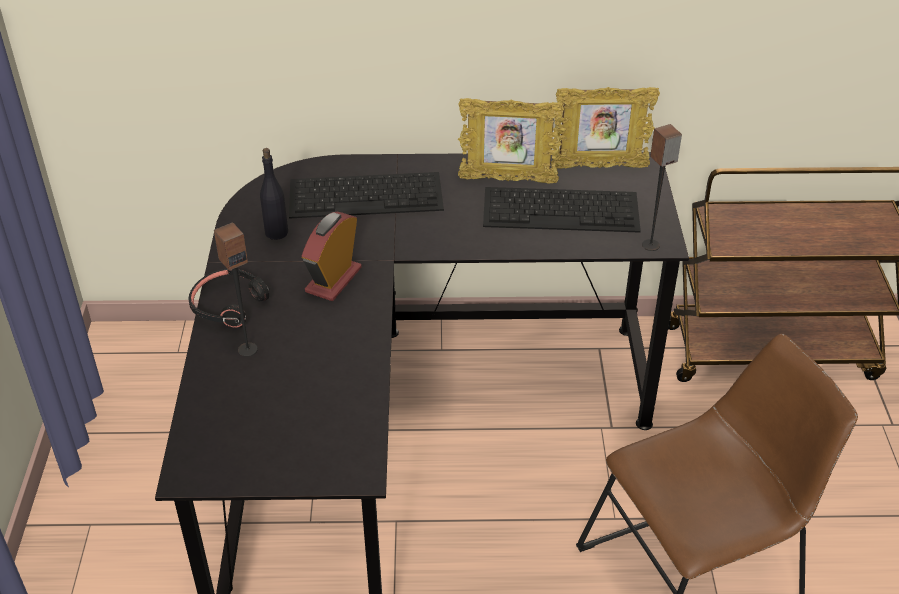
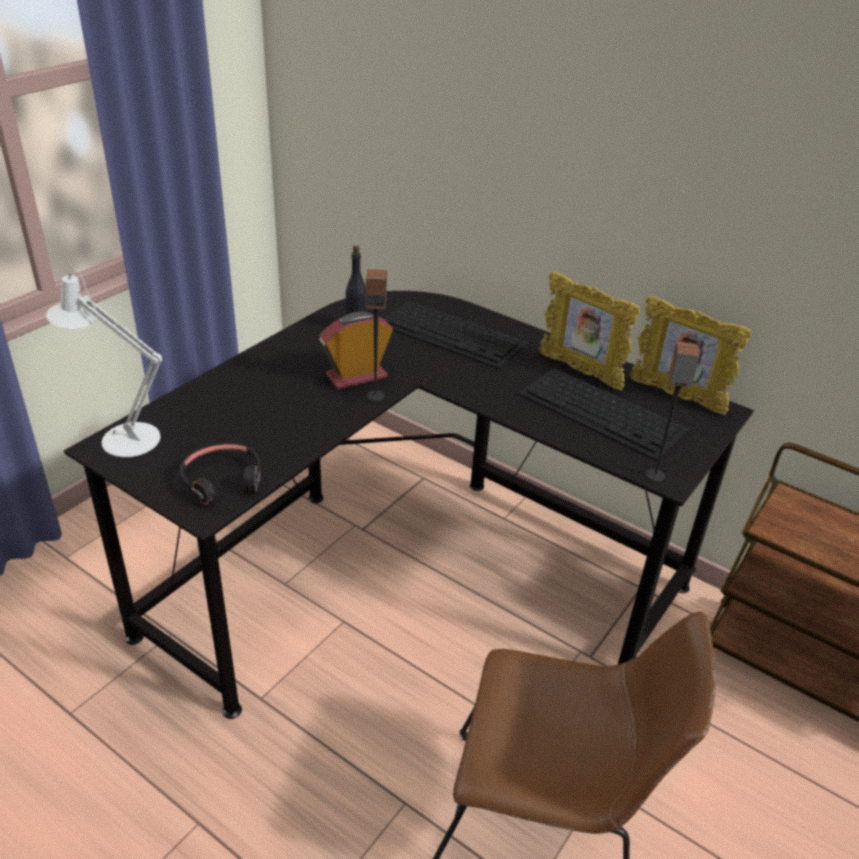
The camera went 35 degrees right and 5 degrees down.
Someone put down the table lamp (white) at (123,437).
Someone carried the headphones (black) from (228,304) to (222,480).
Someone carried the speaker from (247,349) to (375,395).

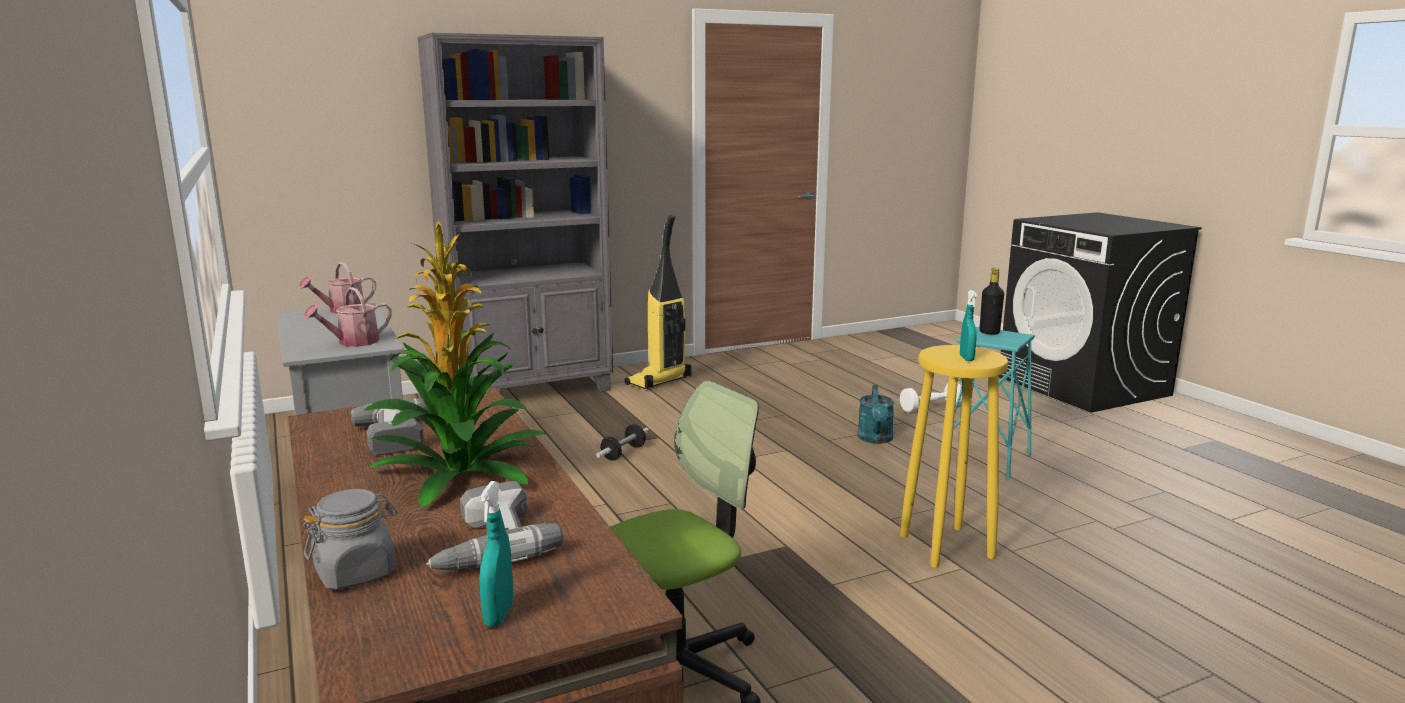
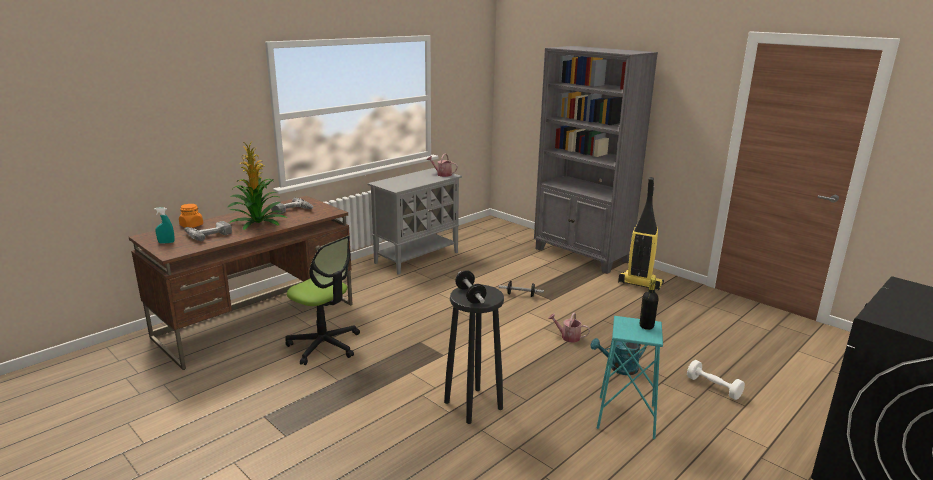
The camera went 70 degrees right and 5 degrees up.
Someone repainted the jar (grey) at (356,572), which became the jar (orange) at (191,225).
Someone repainted the stool (yellow) at (946,545), which became the stool (black) at (474,405).
Someone swapped the spray bottle (turquoise) at (966,358) for the dumbbell at (470,295).
Someone carried the watering can from (353,342) to (568,337).

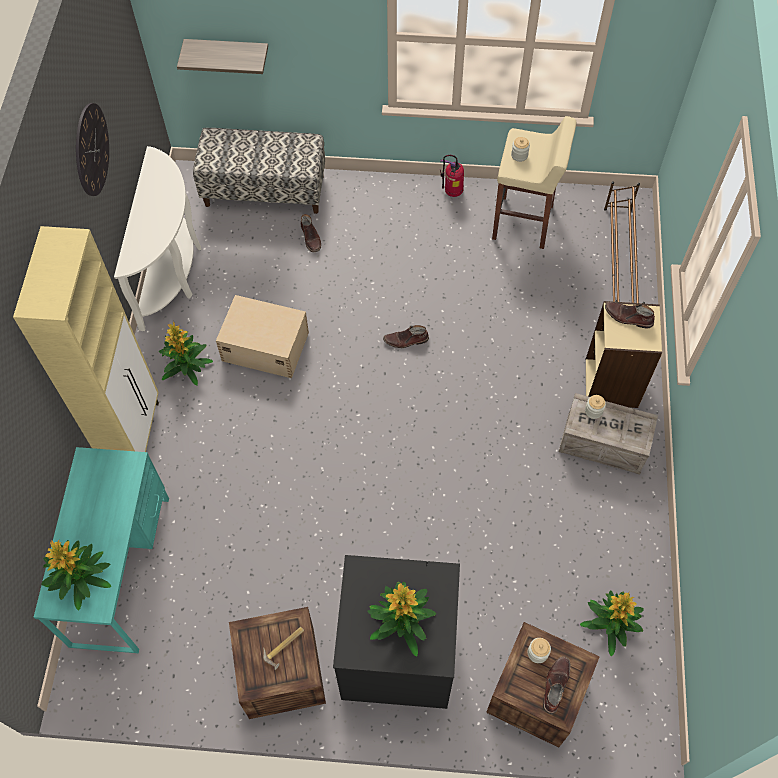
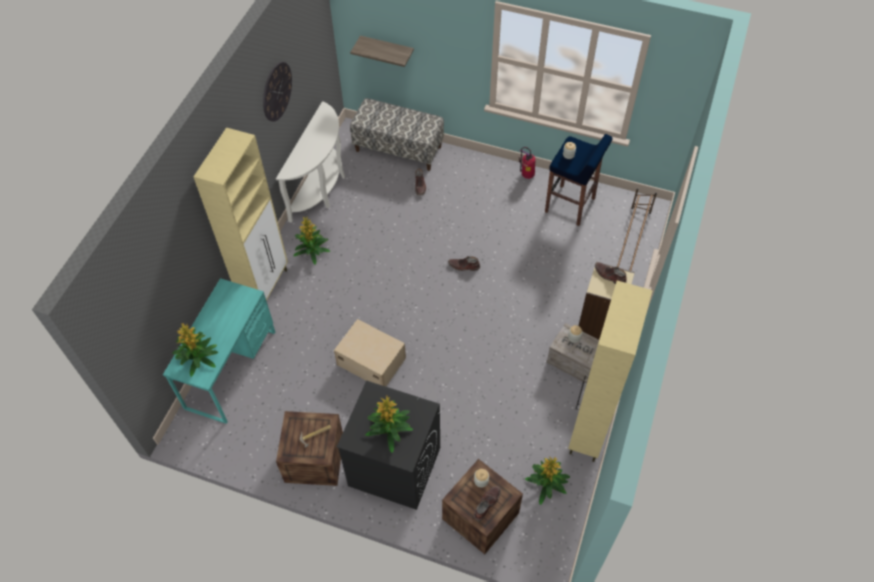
The camera went 15 degrees right and 5 degrees down.
Someone carried the storage box (beige) from (264,346) to (371,360).
Someone repainted the stool (beige) at (524,223), which became the stool (blue) at (570,206).
Someone put down the cabinet (beige) at (588,432).

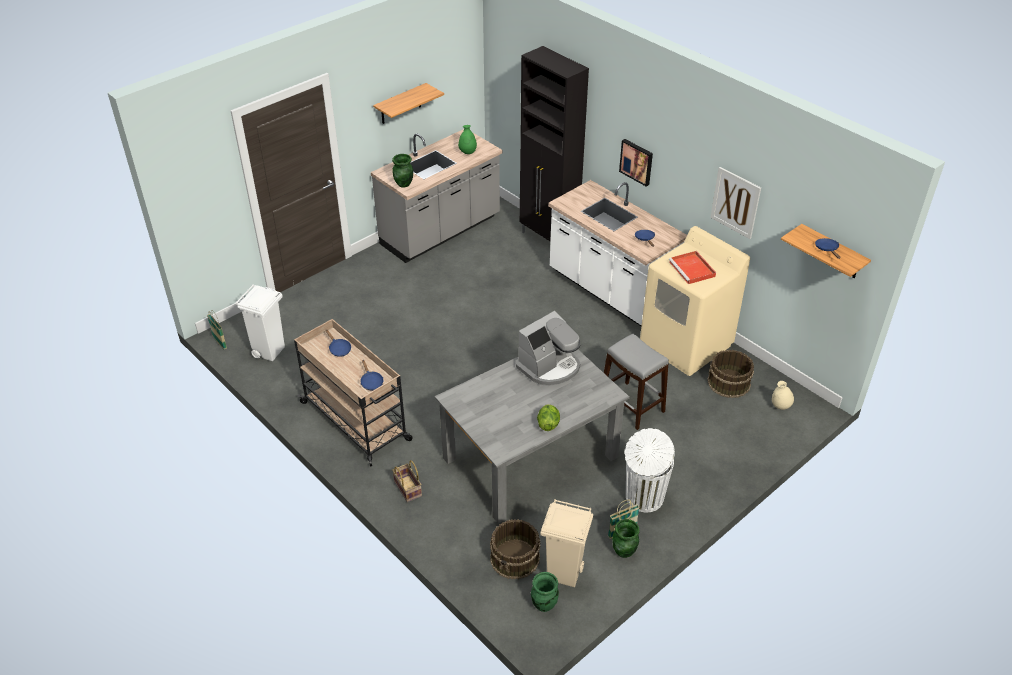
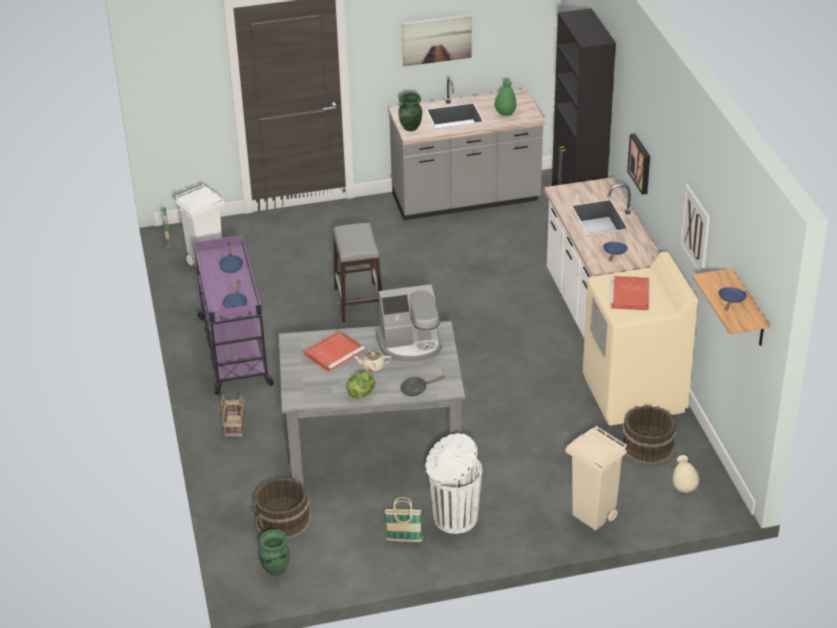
The camera went 30 degrees right and 5 degrees down.
Someone repainted the cart (beige) at (356,422), which became the cart (purple) at (235,352).
Someone put down the tray (red) at (334,352).
Someone carried the stool (grey) from (632,405) to (359,302).
Someone put down the teapot (beige) at (373,367).
Someone put down the frying pan (black) at (416,389).
Someone swapped the shelf at (400,104) for the picture at (436,40).
Someone carried the trash can (beige) from (564,573) to (593,516).
Someone took away the vase (green) at (624,551).

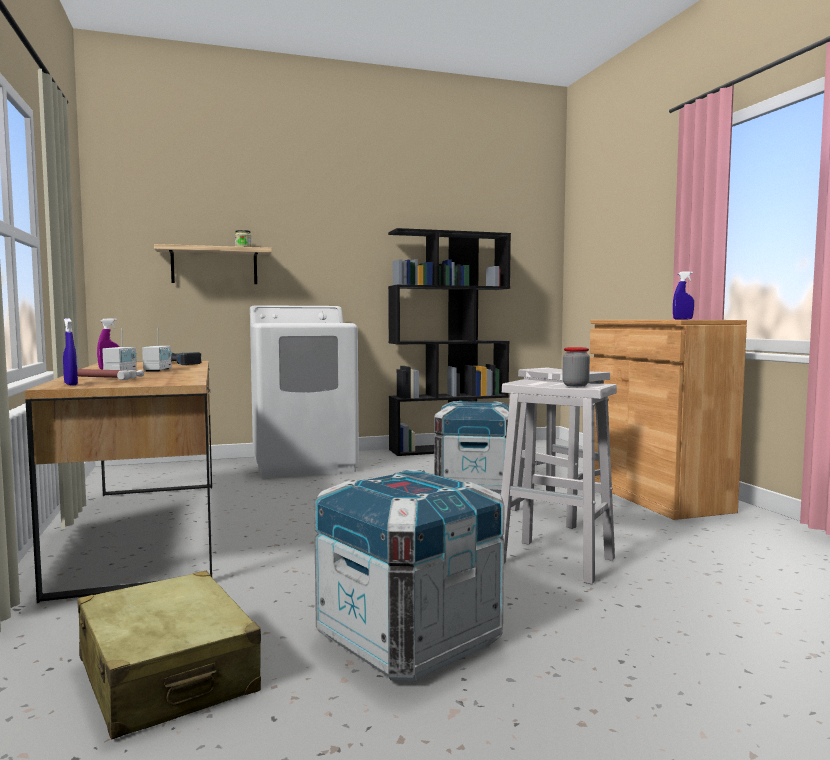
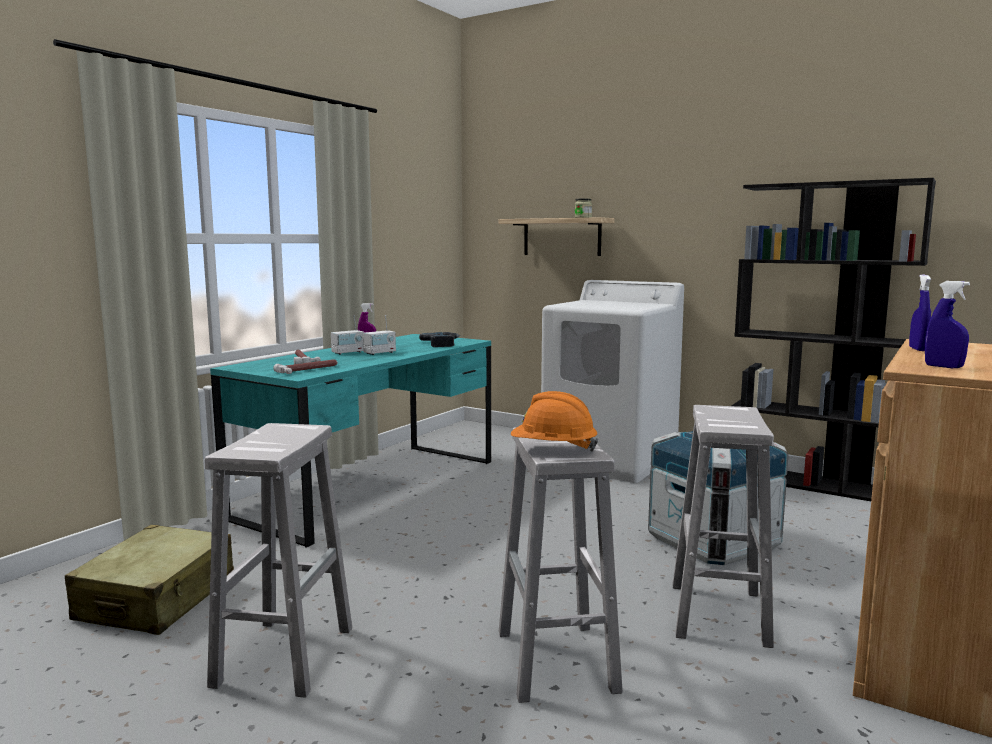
The camera went 50 degrees right and 5 degrees up.
Someone swapped the crate at (409,639) for the stool (white) at (285,654).
Someone repainted the desk (brown) at (147,529), which became the desk (turquoise) at (372,488).
Someone put down the hammer at (309,370).
Someone swapped the jar at (575,385) for the hard hat (orange) at (553,449).
Someone carried the spray bottle (blue) from (71,384) to (917,349).

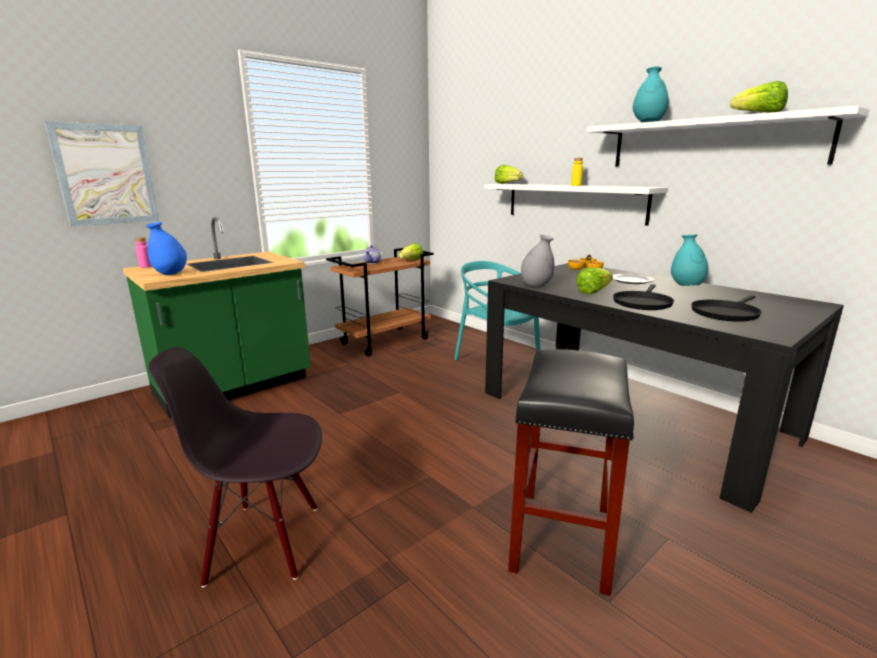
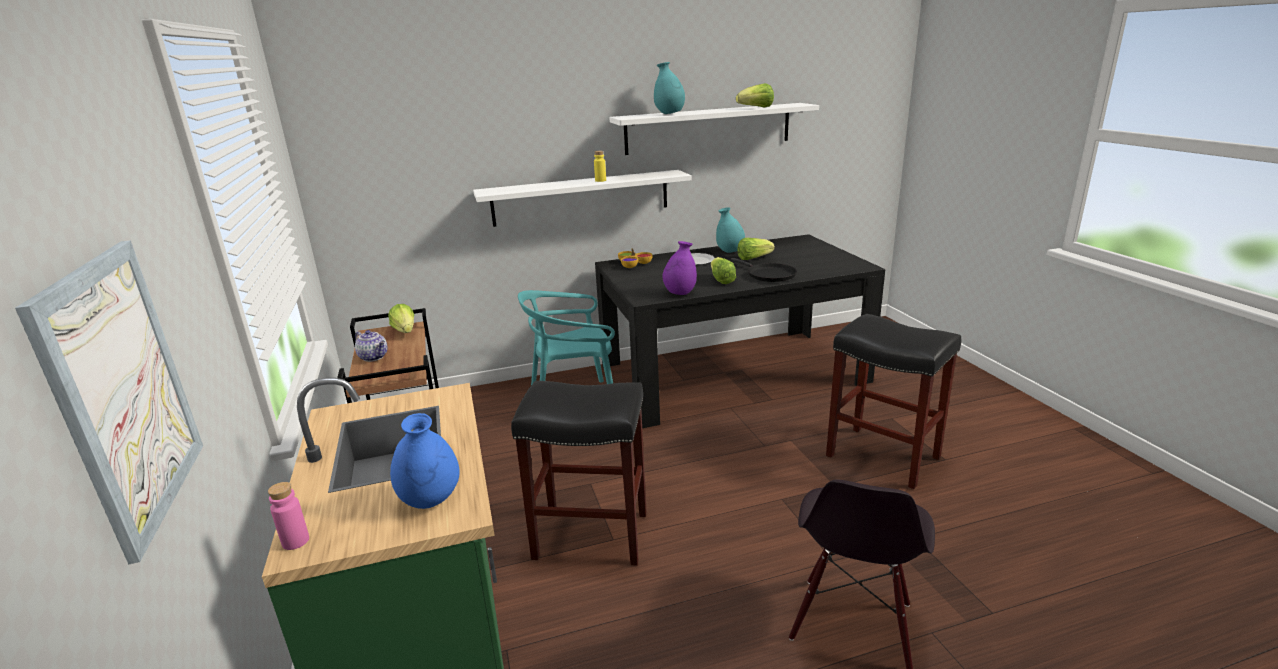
The camera went 65 degrees left and 5 degrees up.
Someone put down the stool (black) at (589,535).
Someone repainted the vase (grey) at (536,286), which became the vase (purple) at (680,293).
Someone carried the lettuce from (507,184) to (753,258).
Someone took away the frying pan (black) at (725,313).

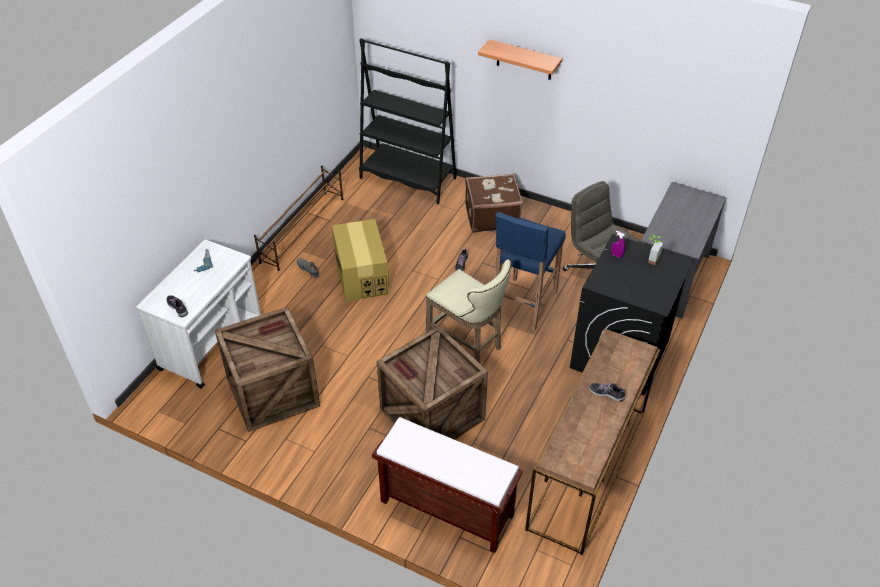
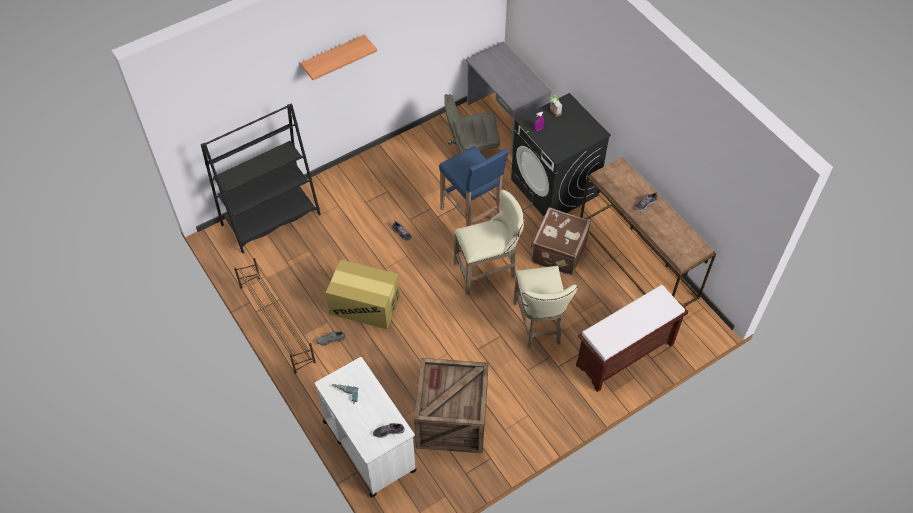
The camera went 60 degrees left and 10 degrees up.
Someone swapped the crate at (430,414) for the stool (beige) at (538,326).
Someone carried the suitcase (brown) from (491,216) to (557,251).

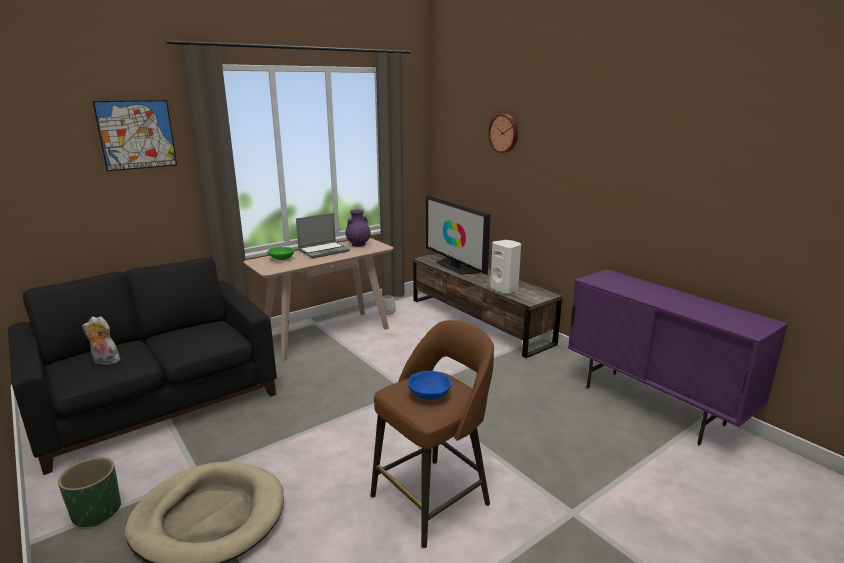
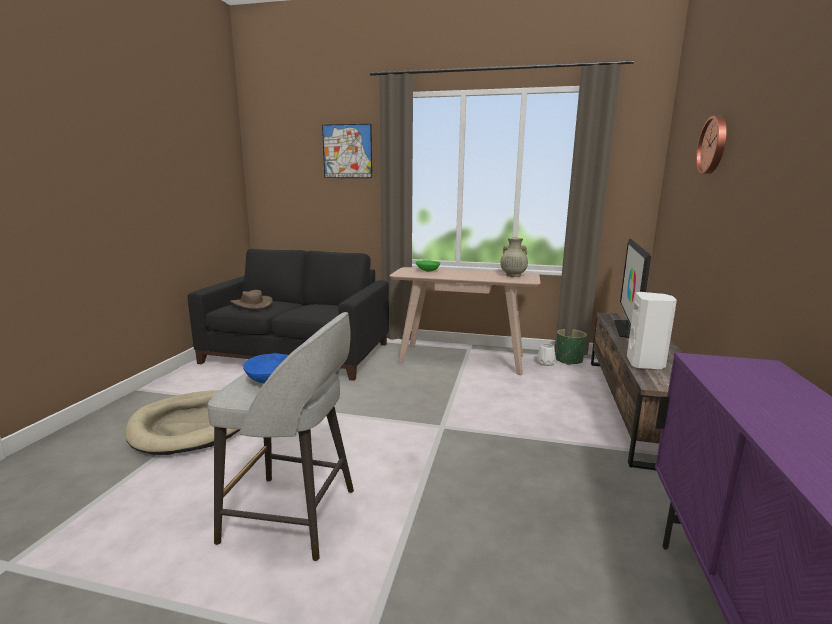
The camera went 50 degrees right and 5 degrees down.
Someone repainted the stool (brown) at (433,498), which became the stool (grey) at (294,516).
Someone swapped the plush toy at (104,362) for the hat (brown) at (251,304).
Someone repainted the vase (purple) at (358,244), which became the vase (beige) at (512,275).
Someone carried the planter (green) from (97,511) to (569,360).
Someone took away the laptop at (324,251).

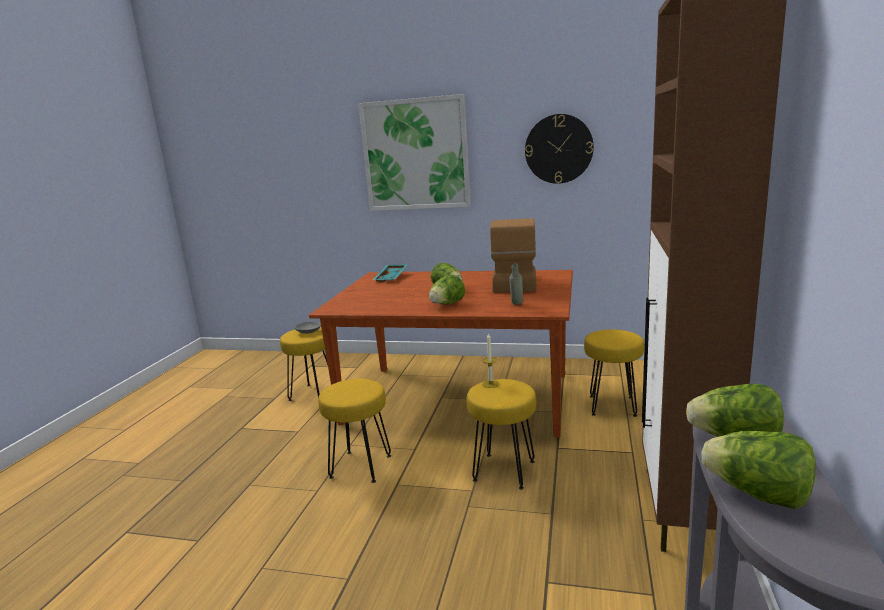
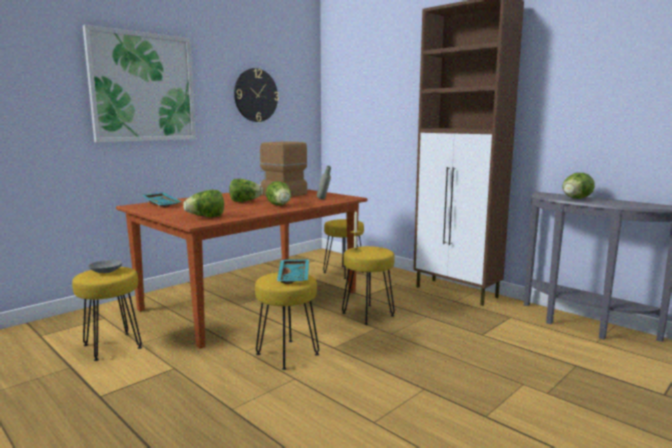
The camera went 60 degrees left and 5 degrees down.
Someone carried the lettuce from (758,494) to (206,217).
Someone put down the tray (turquoise) at (294,277).

